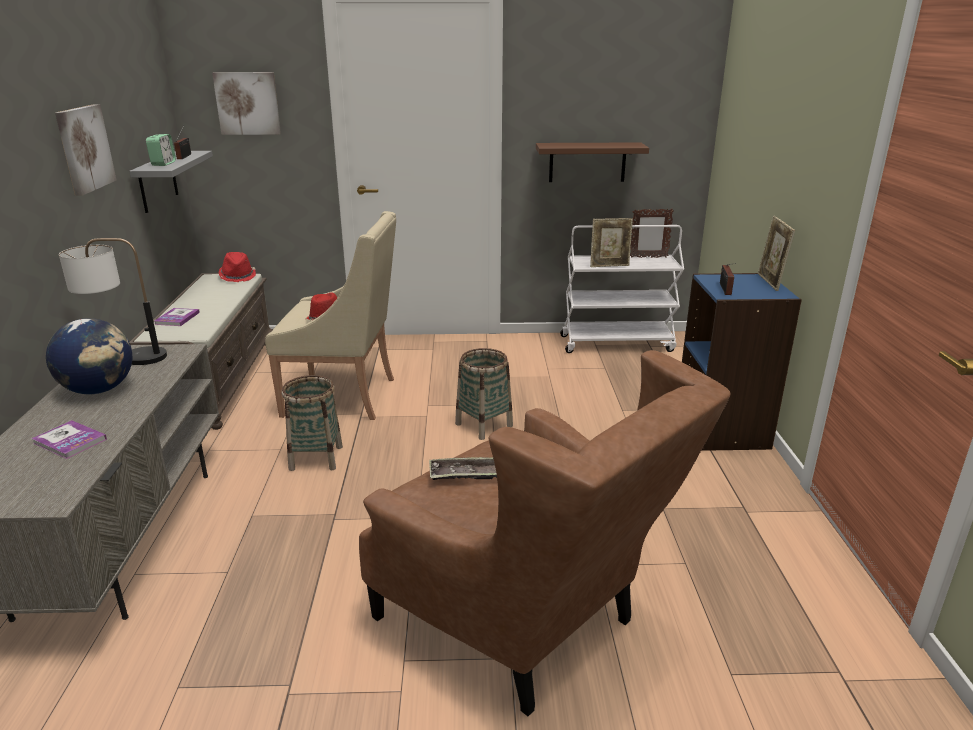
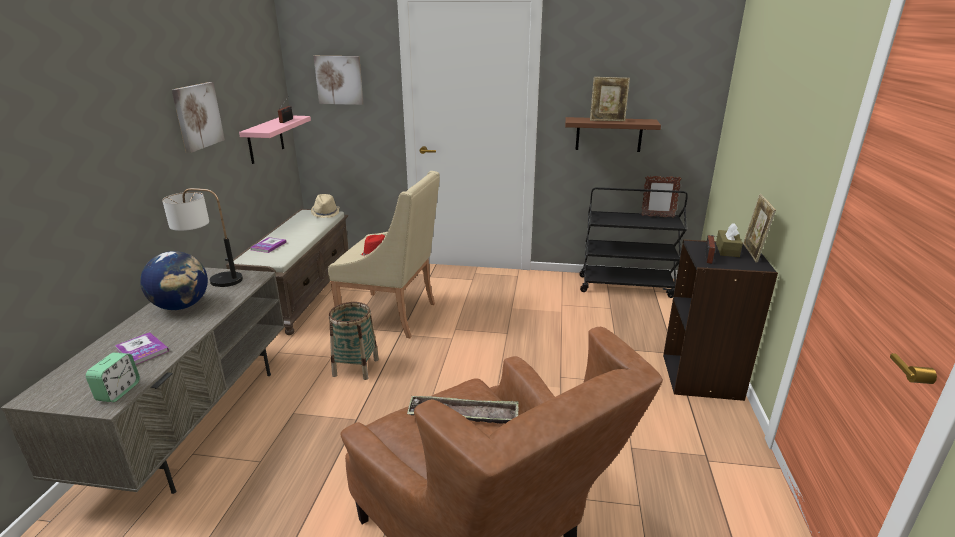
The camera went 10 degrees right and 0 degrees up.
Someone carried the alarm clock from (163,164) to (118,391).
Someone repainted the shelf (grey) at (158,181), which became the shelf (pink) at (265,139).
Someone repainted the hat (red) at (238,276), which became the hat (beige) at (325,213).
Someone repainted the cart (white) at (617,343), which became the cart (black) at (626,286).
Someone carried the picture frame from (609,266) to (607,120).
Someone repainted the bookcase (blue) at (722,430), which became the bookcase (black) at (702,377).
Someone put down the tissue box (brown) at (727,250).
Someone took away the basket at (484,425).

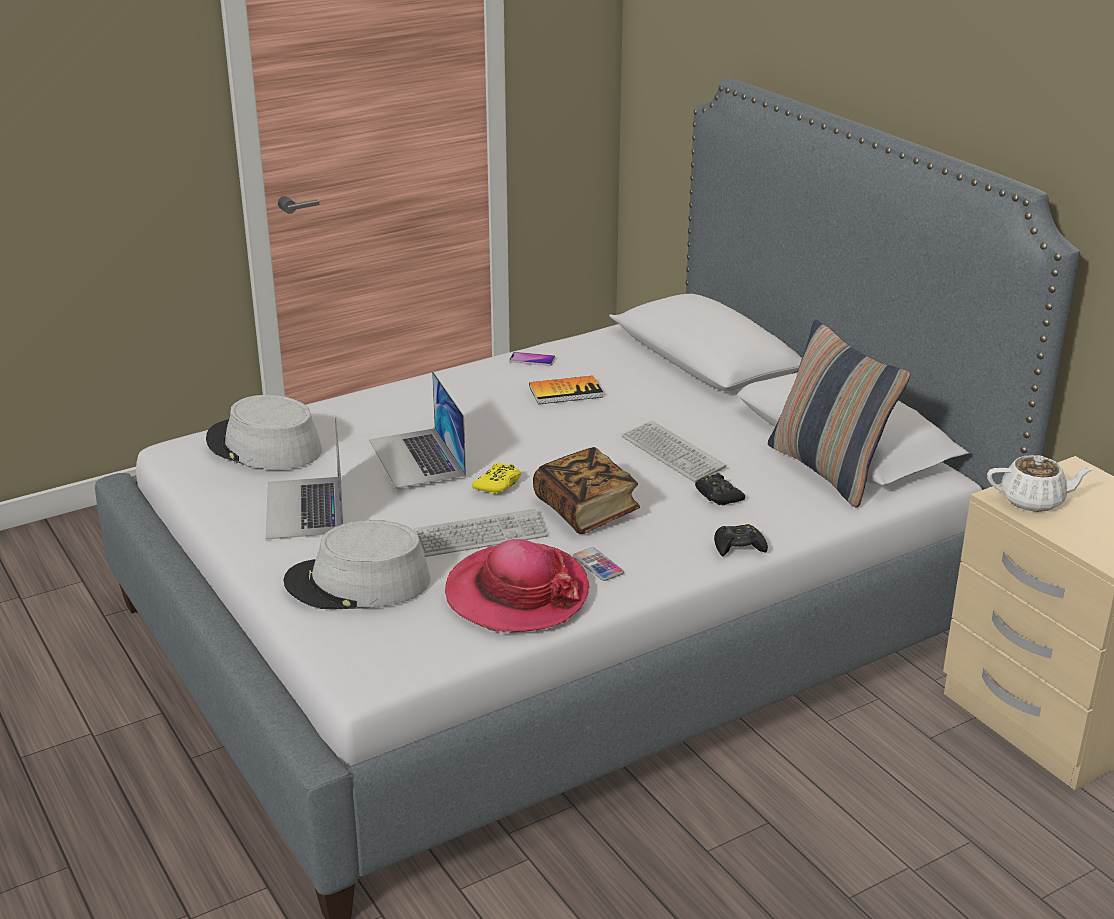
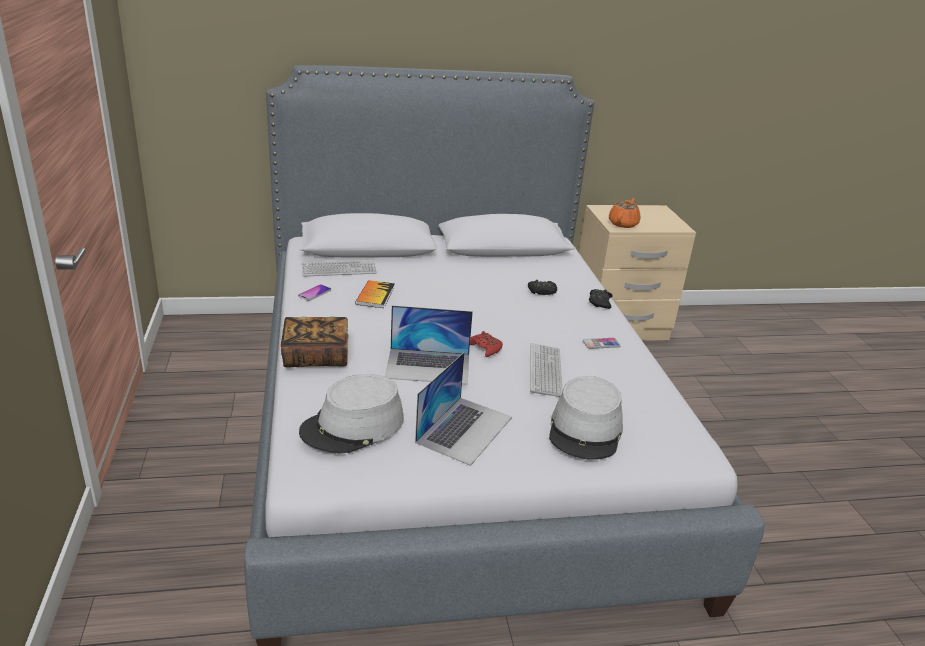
The camera went 70 degrees left and 0 degrees up.
Someone carried the book from (586,510) to (316,356).
Someone carried the keyboard from (672,453) to (339,269).
Someone rotated the laptop at (305,507) by 75 degrees counterclockwise.
Someone repainted the game controller (yellow) at (498,484), which became the game controller (red) at (485,348).
Someone repainted the teapot (white) at (1033,501), which became the teapot (orange) at (623,223).
Someone took away the hat at (517,593).
Someone took away the pillow at (828,470).

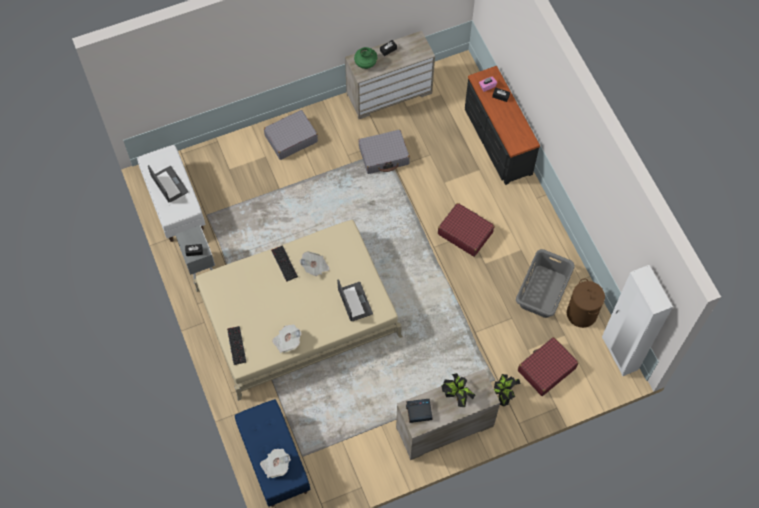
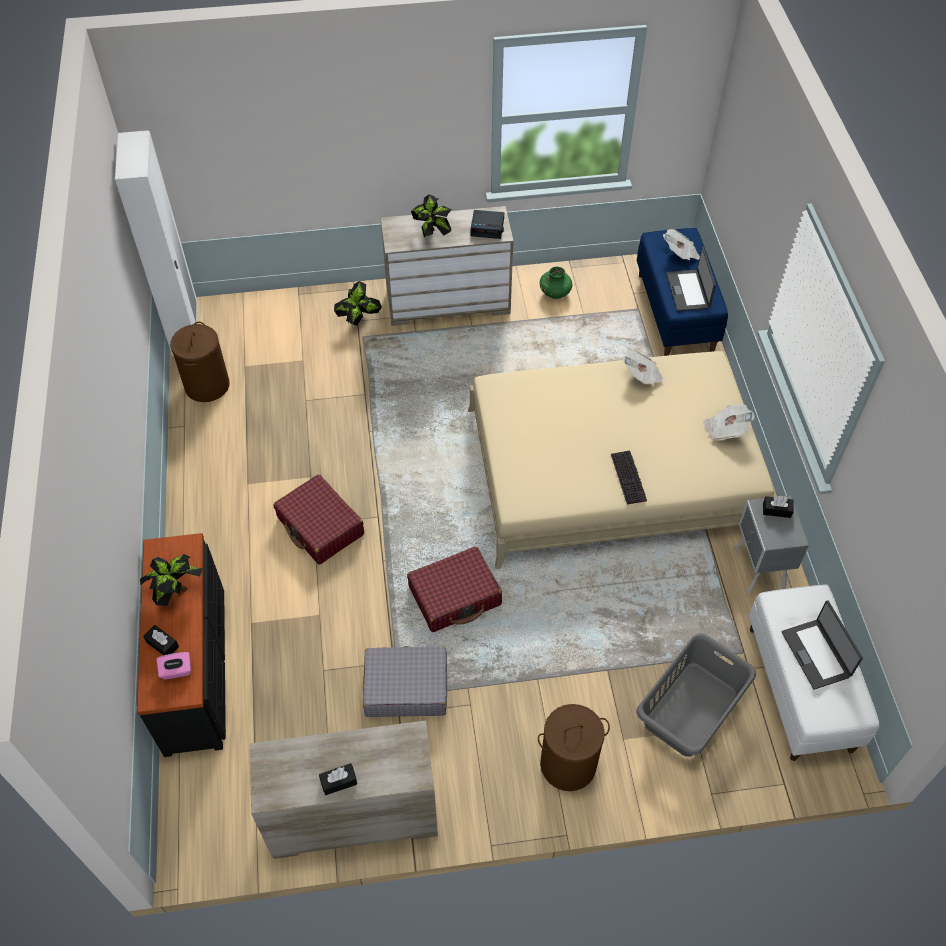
The camera went 165 degrees left and 10 degrees down.
Someone put down the potted plant at (176,591).
Someone carried the suitcase (red) from (546,369) to (455,596).
Someone swapped the suitcase (grey) at (291,139) for the laundry basket (brown) at (568,764).
Someone carried the vase (green) from (365,63) to (555,293).
Someone carried the laundry basket (grey) from (542,291) to (691,709).
Someone carried the laptop from (354,302) to (688,291).
Someone carried the newspaper from (315,267) to (725,429).
Someone took away the keyboard at (236,345).

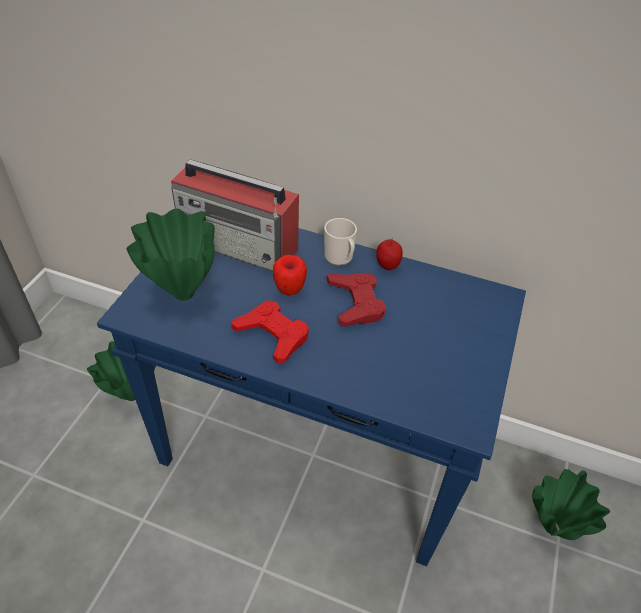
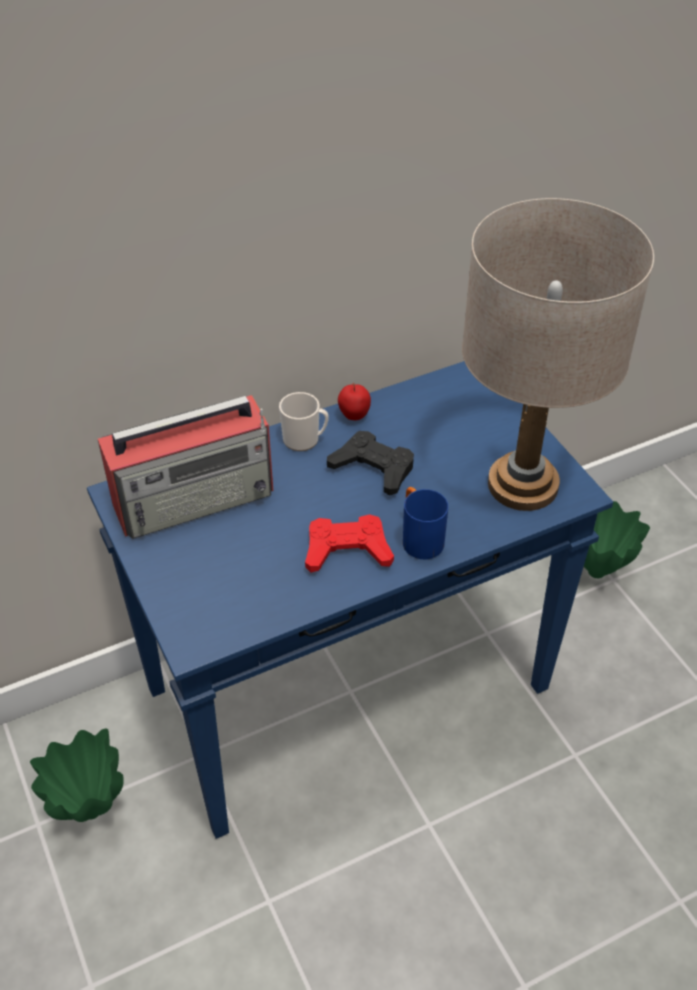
The camera went 45 degrees left and 0 degrees up.
Someone repainted the game controller (red) at (356,303), which became the game controller (black) at (373,468).
Someone put down the mug (blue) at (419,538).
Someone put down the table lamp (beige) at (522,485).
Someone took away the vase (green) at (183,293).
Someone took away the apple at (289,291).

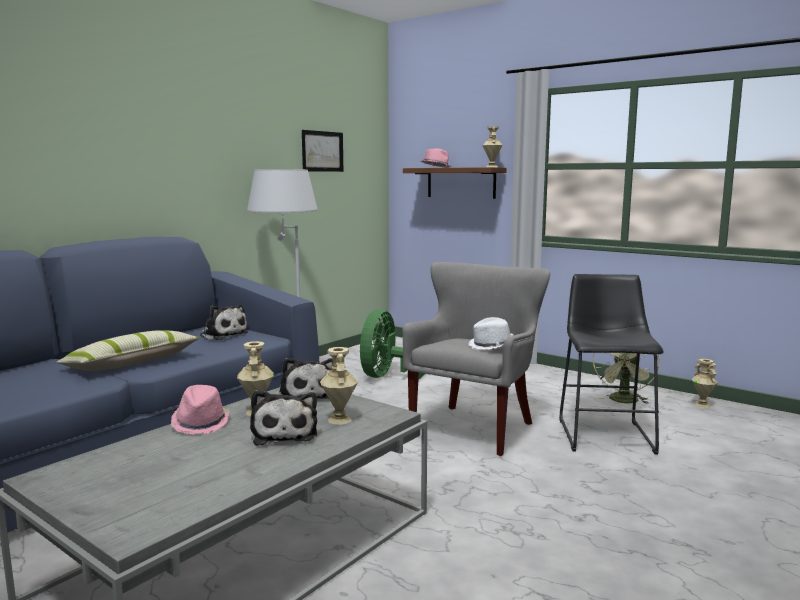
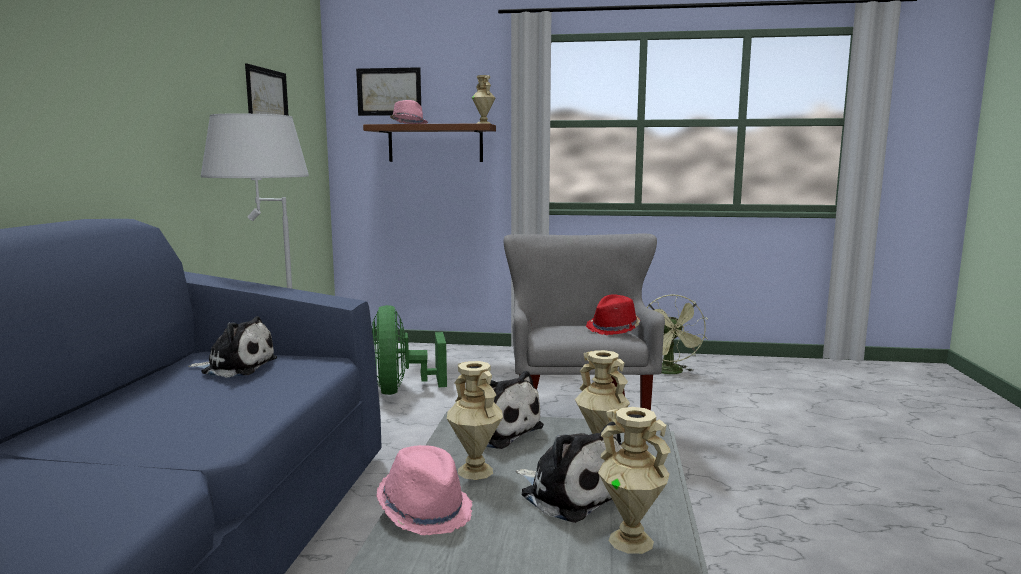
The camera went 30 degrees left and 0 degrees up.
Someone put up the picture at (389,91).
Someone repainted the hat (white) at (491,345), which became the hat (red) at (614,329).
Someone carried the vase (beige) from (702,405) to (632,540).
Someone took away the pillow at (132,363).
Someone took away the stool (black) at (604,433).

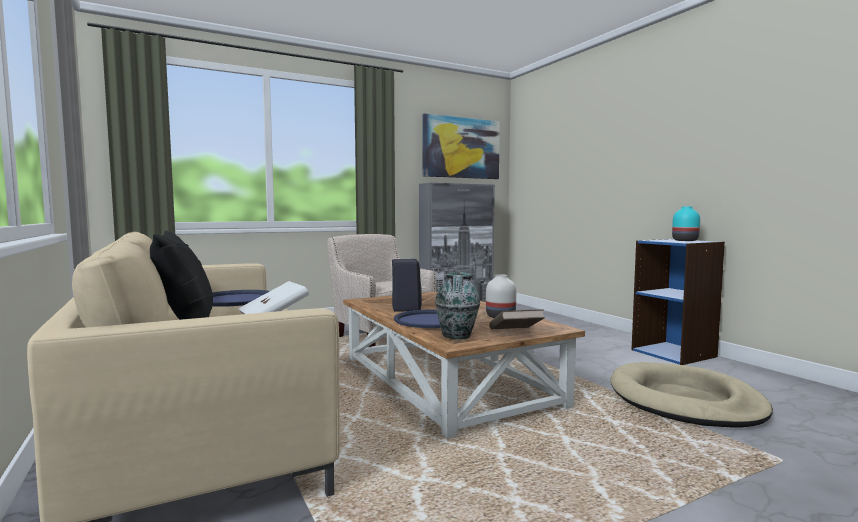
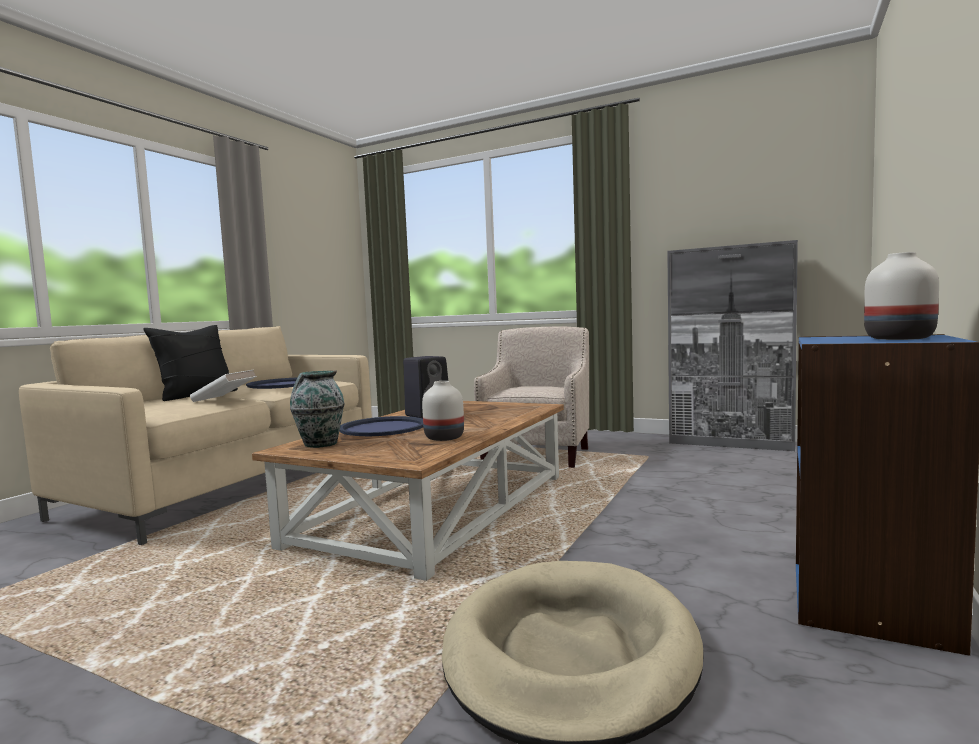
The camera went 55 degrees right and 0 degrees up.
Someone repainted the vase (turquoise) at (684,240), which became the vase (white) at (900,338).
Someone took away the picture at (461,148).
Someone took away the book (brown) at (515,334).

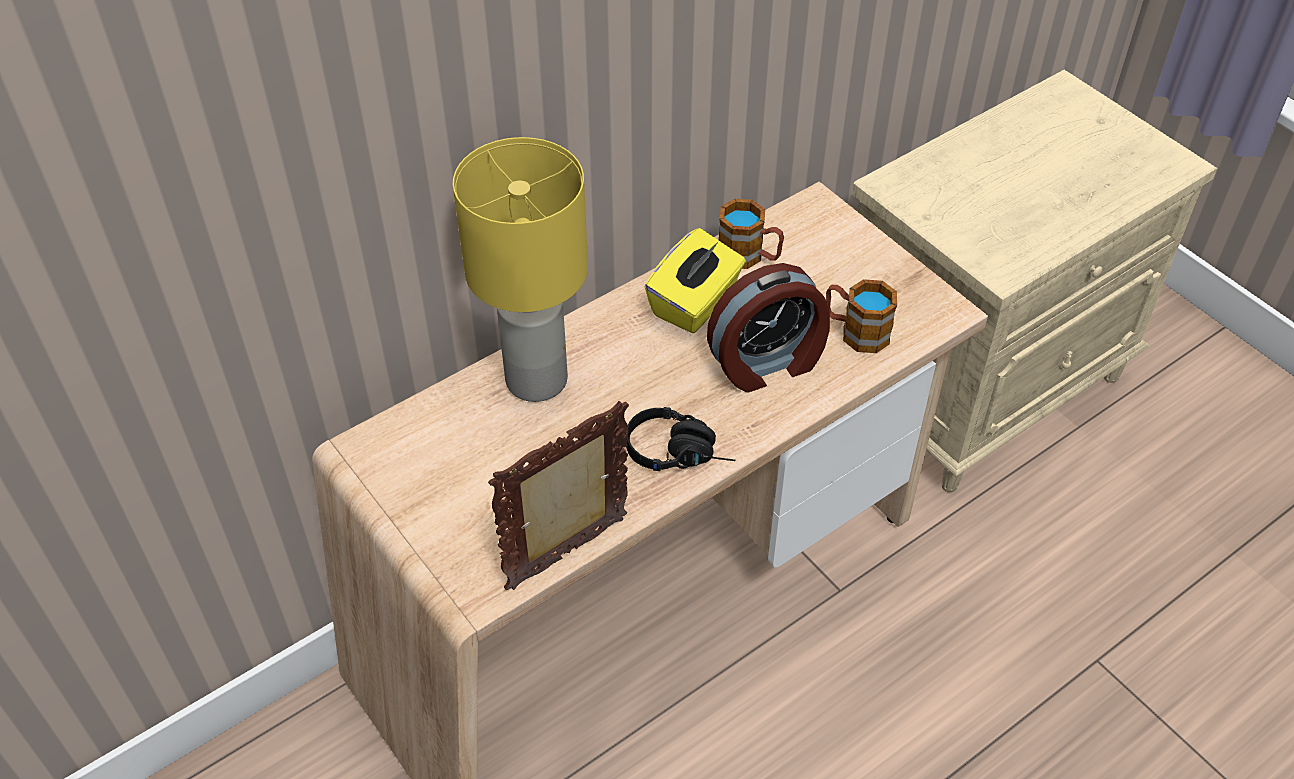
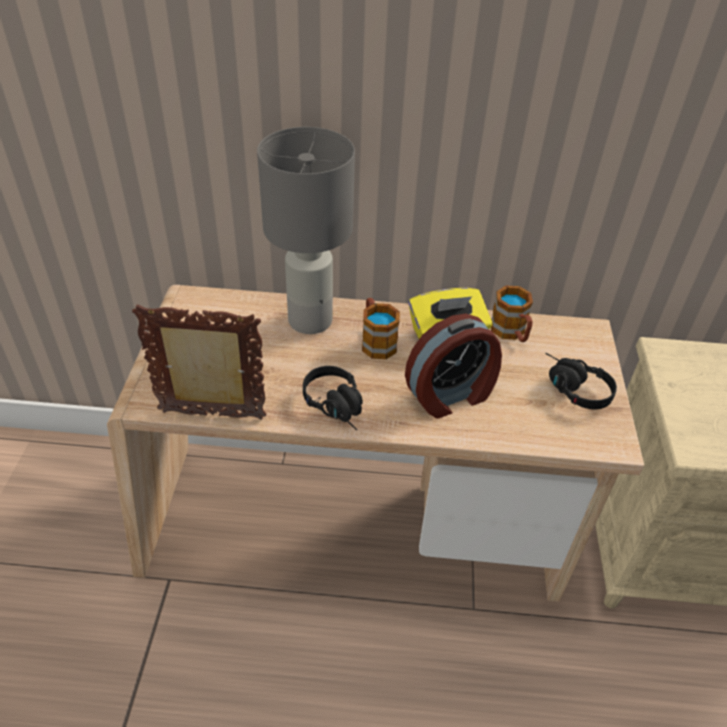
The camera went 40 degrees right and 5 degrees down.
Someone repainted the table lamp (yellow) at (534,379), which became the table lamp (grey) at (309,320).
Someone carried the mug from (856,331) to (376,341).
Someone rotated the alarm clock at (767,363) by 45 degrees counterclockwise.
Someone put down the headphones (black) at (571,388).

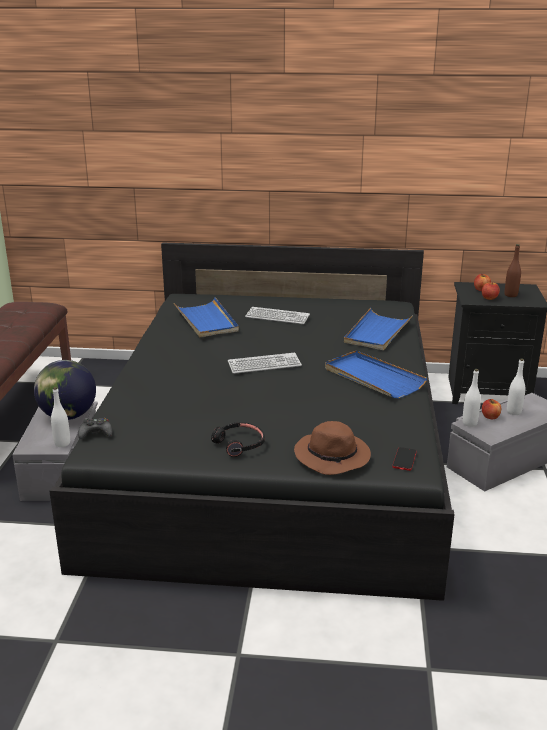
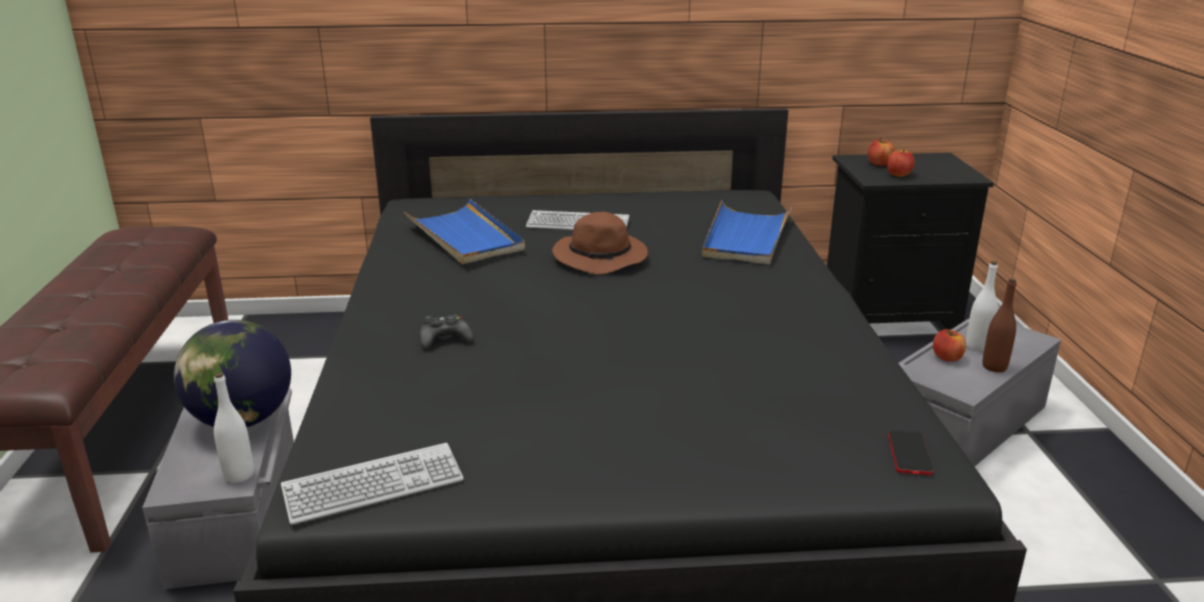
The camera went 10 degrees left and 0 degrees up.
Someone carried the keyboard from (264,364) to (373,485).
Someone carried the game controller (black) from (96,433) to (444,339).
Someone carried the hat (brown) from (333,457) to (602,258).
Someone carried the bottle (brown) from (510,295) to (994,367).
Someone took away the headphones (black) at (239,444).
Someone took away the tray (blue) at (373,378).
Someone took away the bottle (white) at (469,423).

